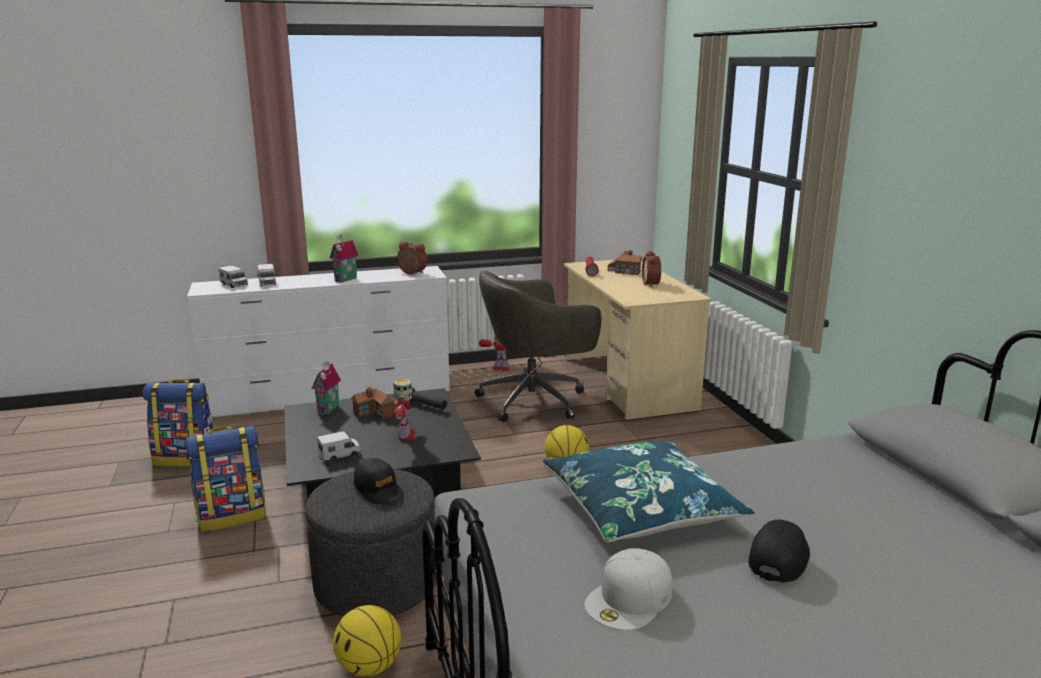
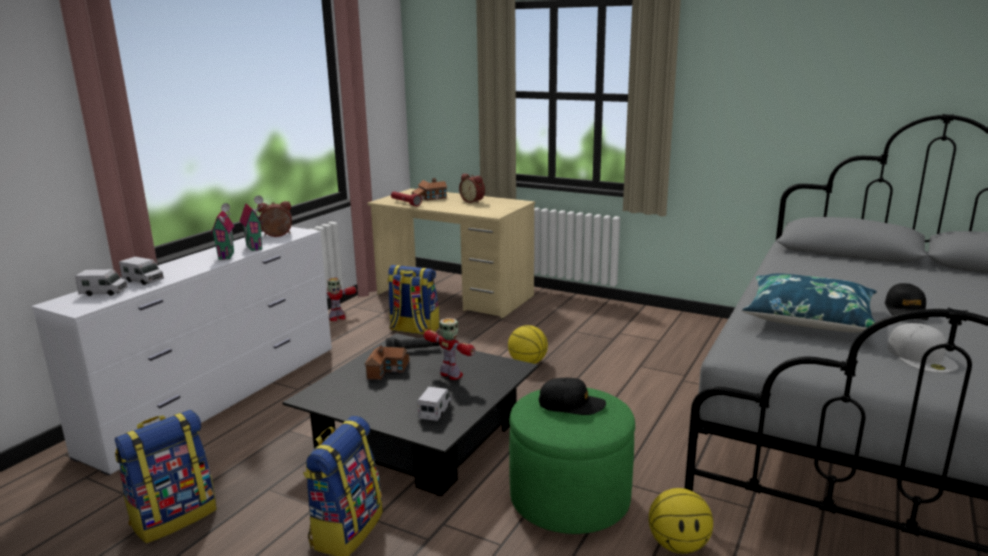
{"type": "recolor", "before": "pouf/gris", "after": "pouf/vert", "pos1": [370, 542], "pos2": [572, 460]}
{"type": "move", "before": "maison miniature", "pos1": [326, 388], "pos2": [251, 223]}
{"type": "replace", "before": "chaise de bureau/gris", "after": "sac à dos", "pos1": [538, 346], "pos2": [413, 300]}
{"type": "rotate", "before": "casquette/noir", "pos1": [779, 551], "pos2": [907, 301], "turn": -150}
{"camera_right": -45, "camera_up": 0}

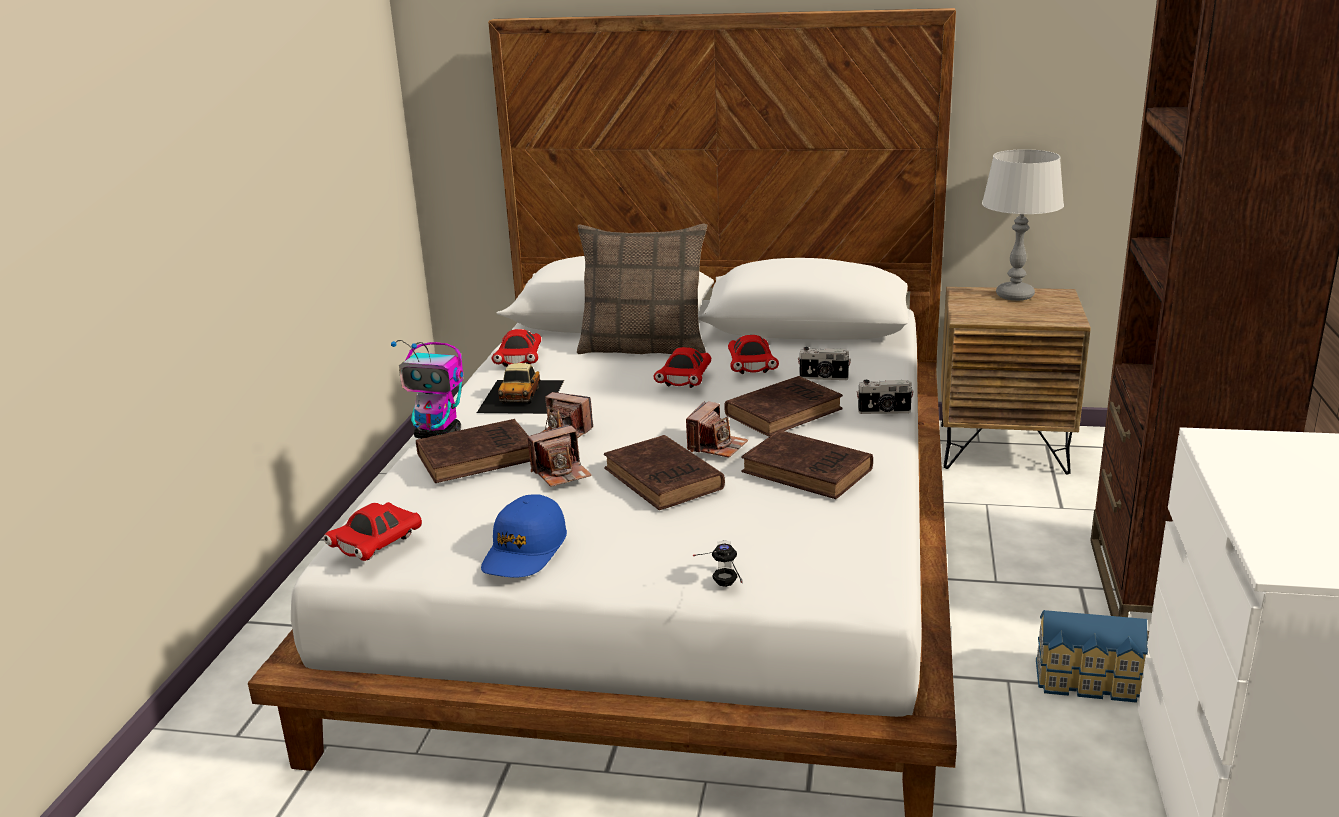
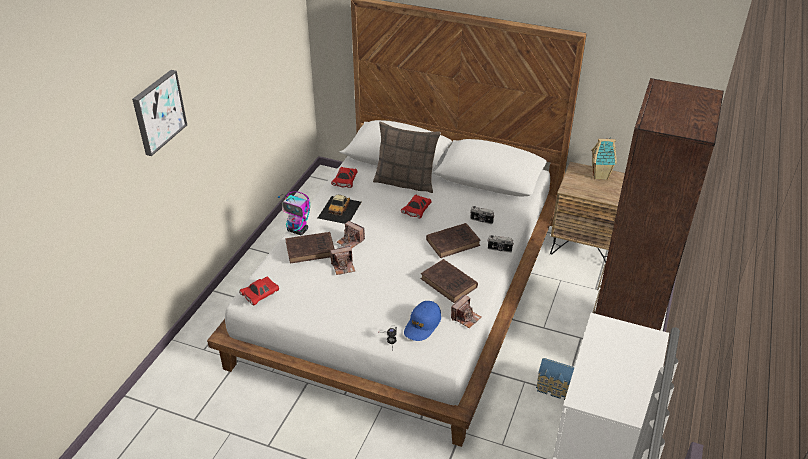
{"type": "move", "before": "casquette/bleu", "pos1": [524, 536], "pos2": [422, 321]}
{"type": "delete", "before": "livre/marron", "pos1": [664, 472]}
{"type": "move", "before": "appareil photo", "pos1": [717, 429], "pos2": [466, 311]}
{"type": "delete", "before": "petite voiture/rouge", "pos1": [753, 354]}
{"type": "replace", "before": "lampe de table/gris", "after": "maison miniature", "pos1": [1023, 225], "pos2": [604, 158]}
{"type": "insert", "after": "tableau", "pos2": [159, 113]}
{"camera_right": 10, "camera_up": 15}

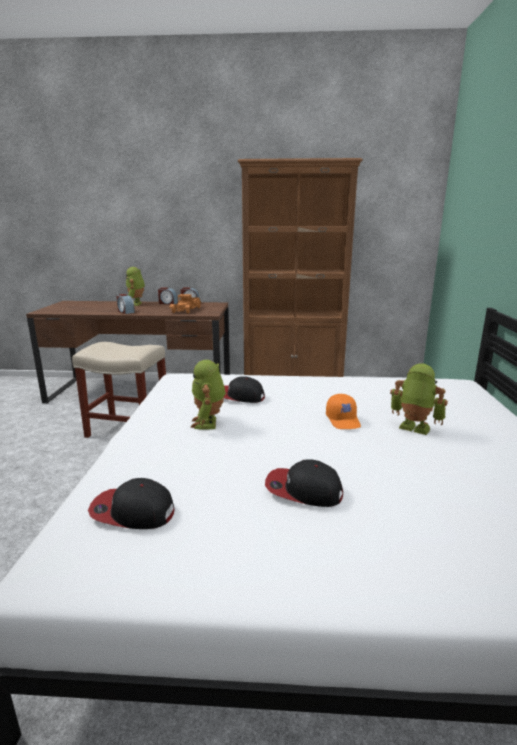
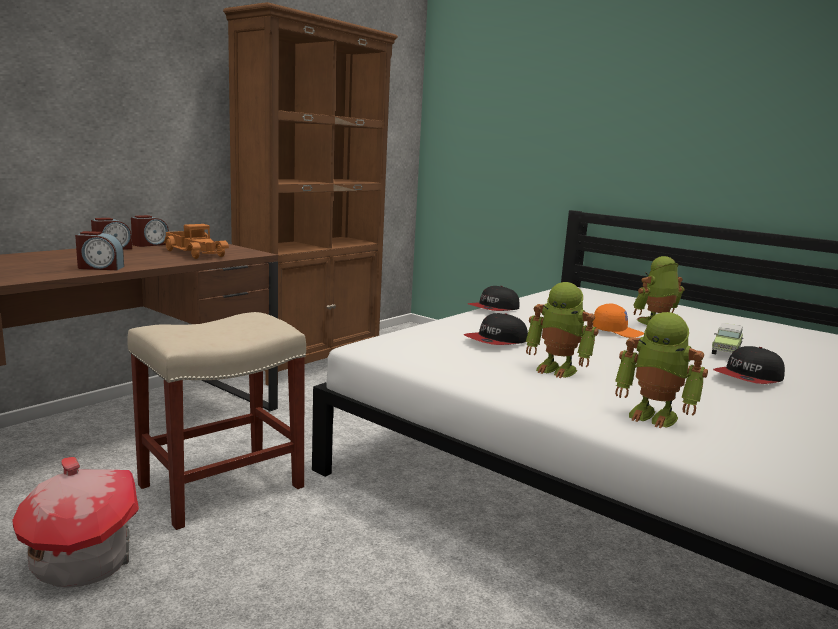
{"type": "move", "before": "casquette", "pos1": [131, 503], "pos2": [493, 298]}
{"type": "move", "before": "robot jouet", "pos1": [135, 286], "pos2": [661, 370]}
{"type": "insert", "after": "maison miniature", "pos2": [75, 522]}
{"type": "insert", "after": "petite voiture", "pos2": [727, 338]}
{"camera_right": -55, "camera_up": -5}

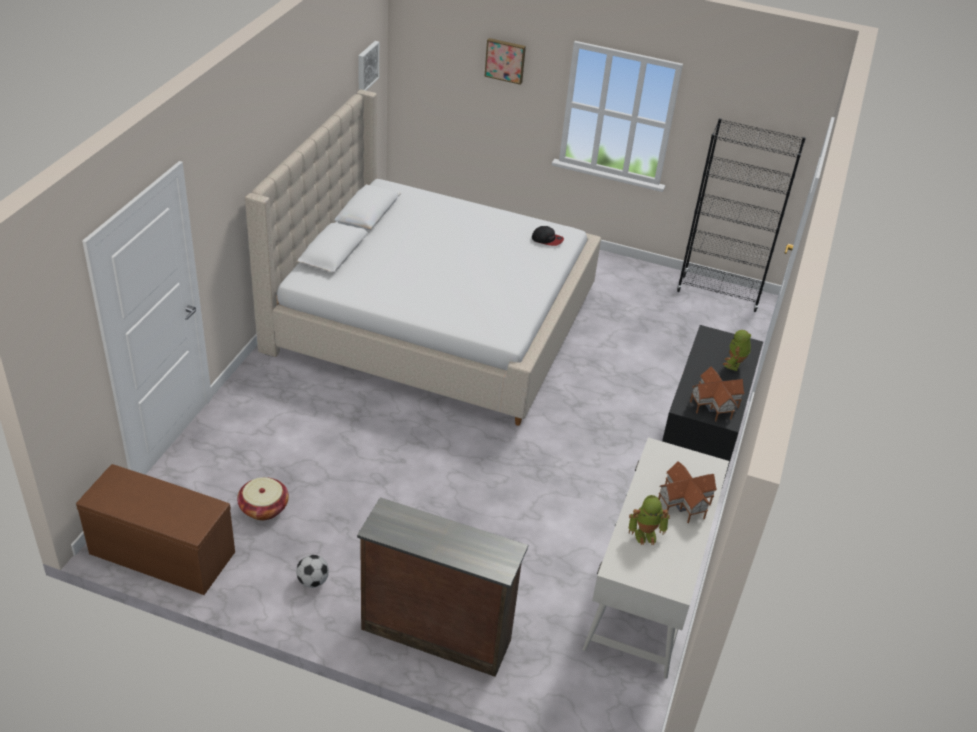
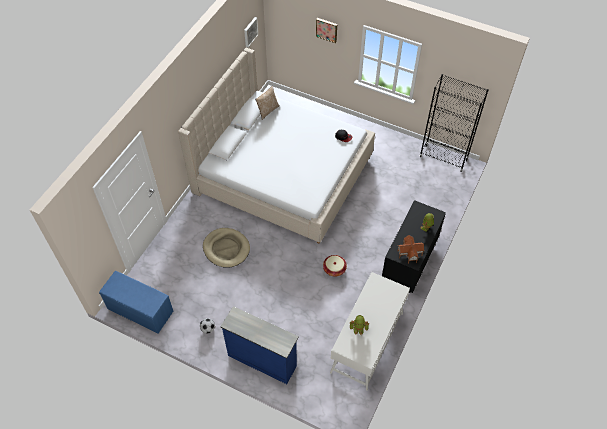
{"type": "recolor", "before": "banc/marron", "after": "banc/bleu", "pos1": [155, 529], "pos2": [136, 302]}
{"type": "move", "before": "panier", "pos1": [263, 498], "pos2": [335, 266]}
{"type": "recolor", "before": "commode/marron", "after": "commode/bleu", "pos1": [442, 587], "pos2": [259, 345]}
{"type": "delete", "before": "maison miniature", "pos1": [687, 492]}
{"type": "insert", "after": "panier pour chien/beige", "pos2": [226, 248]}
{"type": "insert", "after": "coussin", "pos2": [267, 103]}
{"camera_right": 10, "camera_up": 15}

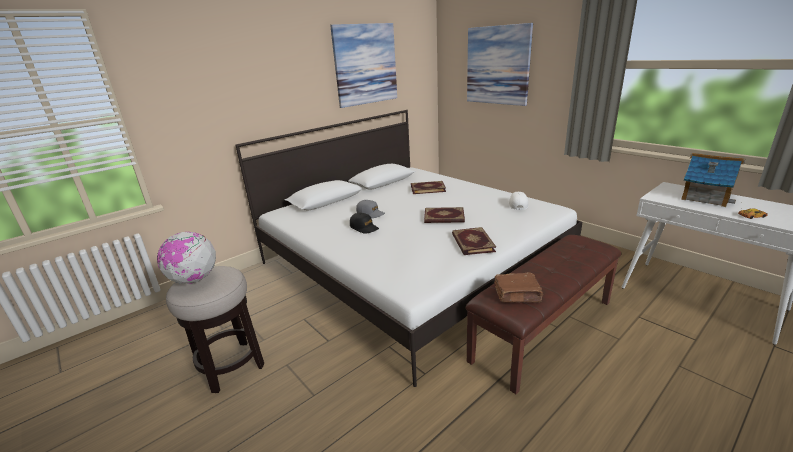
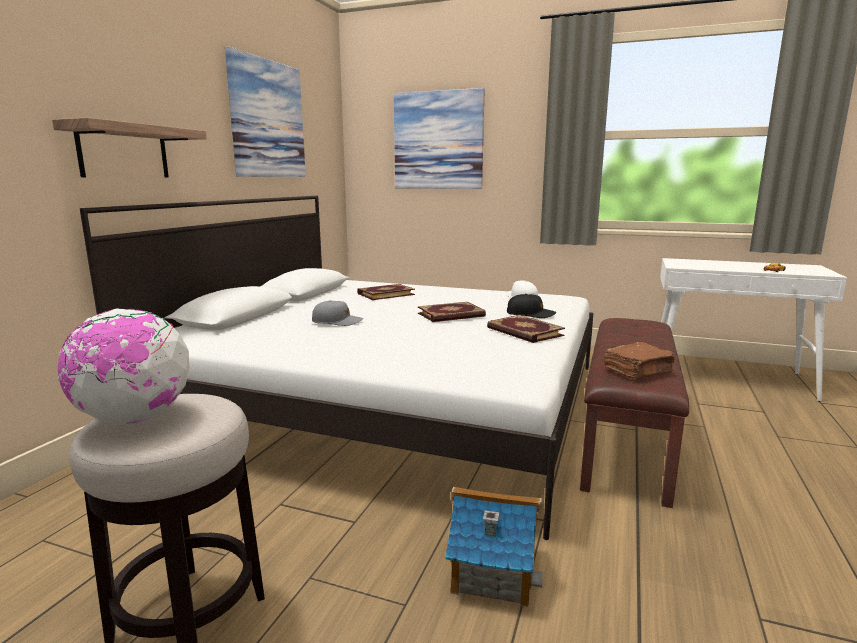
{"type": "move", "before": "casquette/noir", "pos1": [364, 223], "pos2": [531, 306]}
{"type": "move", "before": "maison miniature", "pos1": [713, 180], "pos2": [494, 547]}
{"type": "insert", "after": "étagère", "pos2": [129, 148]}
{"camera_right": -30, "camera_up": -10}

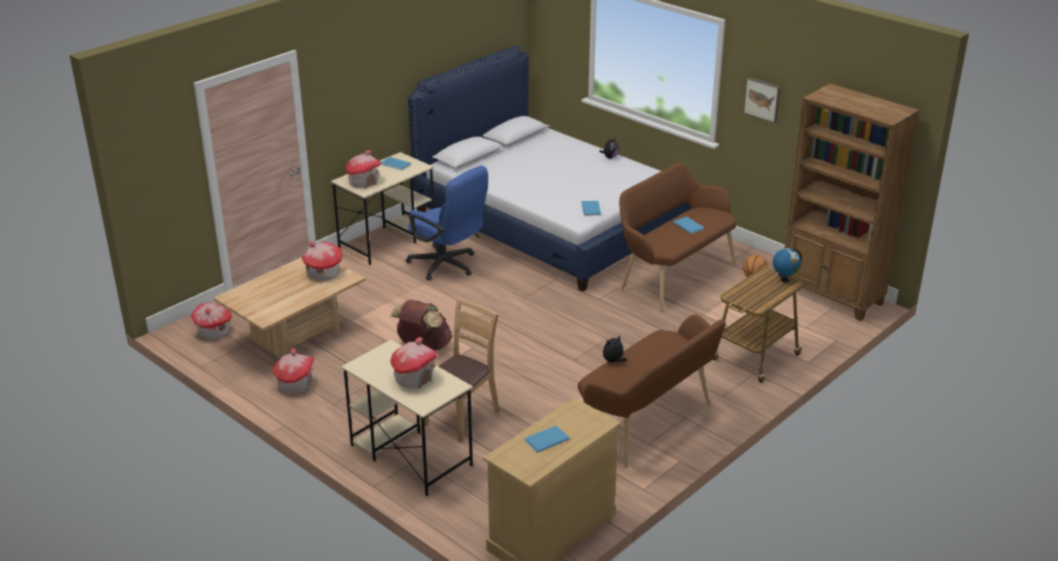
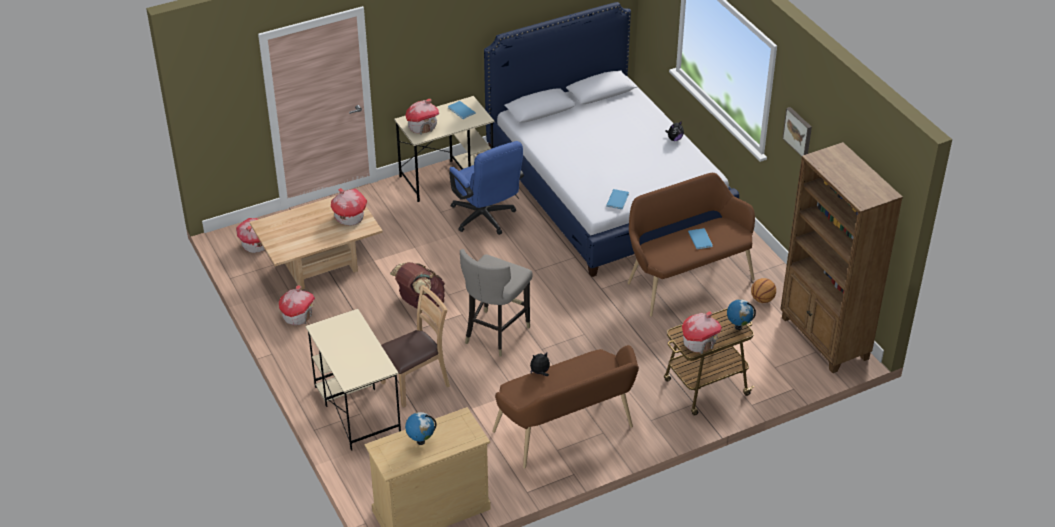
{"type": "move", "before": "maison miniature", "pos1": [413, 362], "pos2": [702, 332]}
{"type": "replace", "before": "livre/bleu", "after": "globe", "pos1": [547, 439], "pos2": [420, 428]}
{"type": "insert", "after": "tabouret/gris", "pos2": [496, 303]}
{"camera_right": 20, "camera_up": 10}

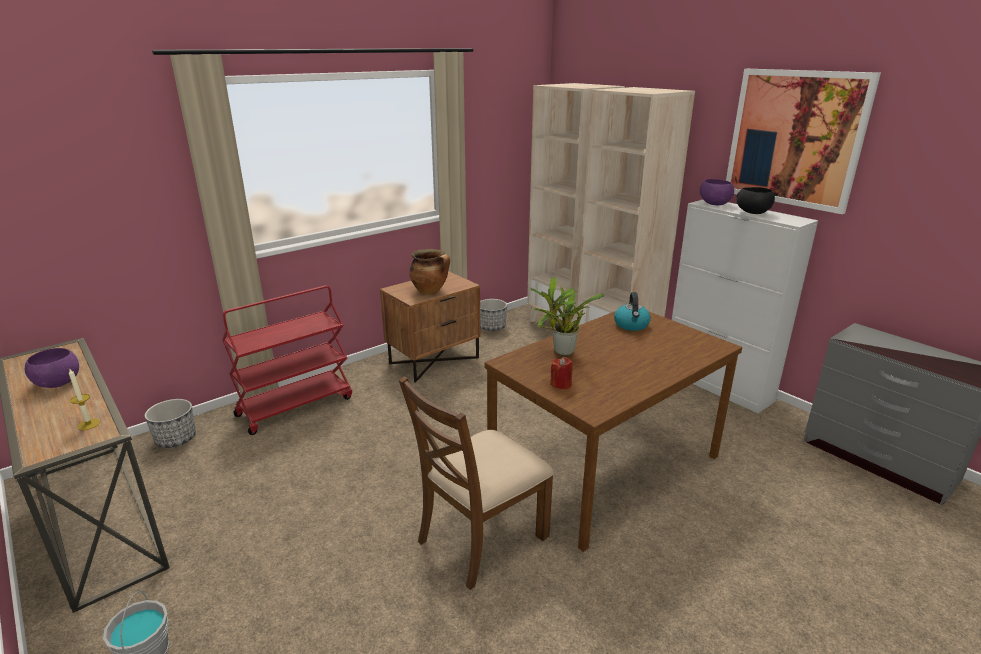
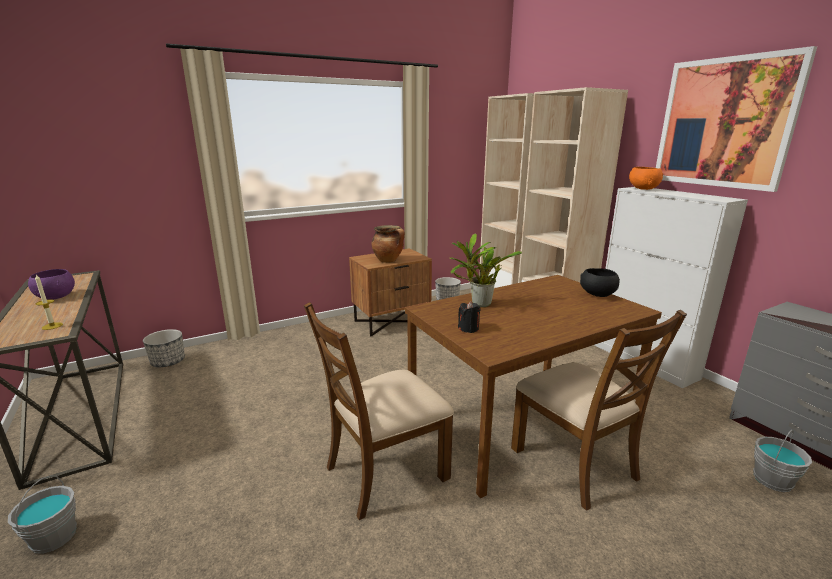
{"type": "delete", "before": "chariot/rouge", "pos1": [287, 360]}
{"type": "recolor", "before": "bougie/rouge", "after": "bougie/noir", "pos1": [561, 373], "pos2": [469, 317]}
{"type": "delete", "before": "bouilloire", "pos1": [632, 311]}
{"type": "recolor", "before": "bol/violet", "after": "bol/orange", "pos1": [717, 192], "pos2": [646, 178]}
{"type": "move", "before": "bol/noir", "pos1": [755, 200], "pos2": [600, 282]}
{"type": "insert", "after": "chaise/marron", "pos2": [599, 410]}
{"type": "insert", "after": "seau/gris", "pos2": [782, 461]}
{"camera_right": 10, "camera_up": -5}

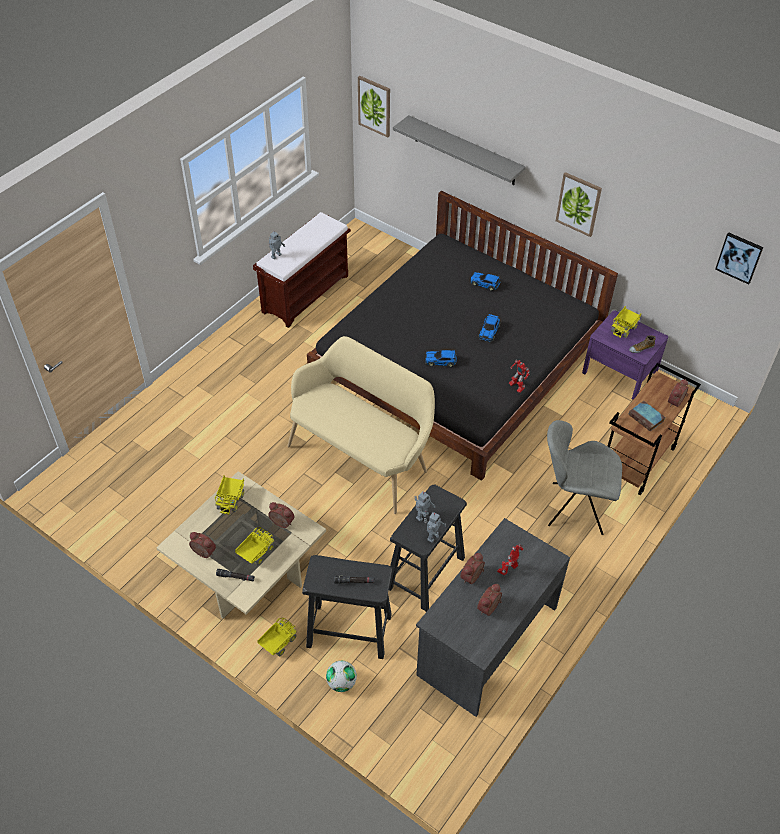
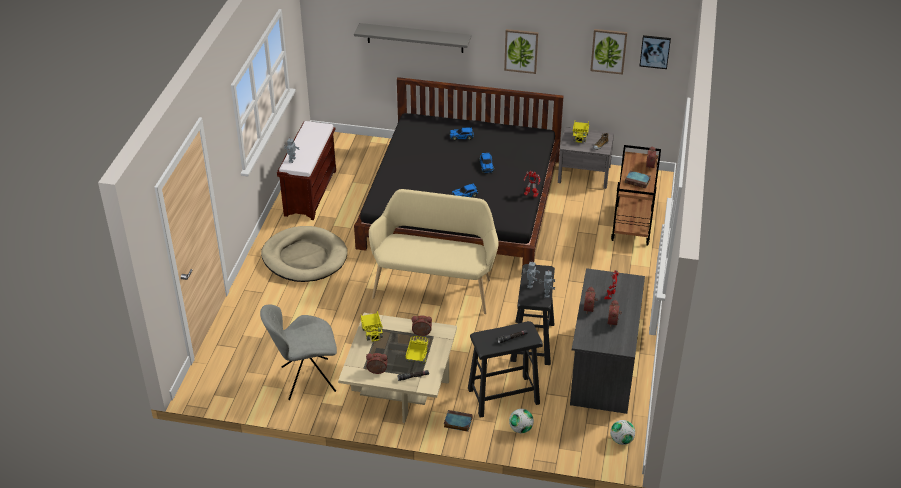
{"type": "replace", "before": "camion jouet", "after": "livre", "pos1": [277, 637], "pos2": [458, 421]}
{"type": "move", "before": "tableau", "pos1": [374, 107], "pos2": [608, 52]}
{"type": "move", "before": "chaise/gris", "pos1": [584, 477], "pos2": [298, 352]}
{"type": "recolor", "before": "table de chevet/violet", "after": "table de chevet/gris", "pos1": [625, 355], "pos2": [586, 158]}
{"type": "insert", "after": "panier pour chien/beige", "pos2": [304, 254]}
{"type": "insert", "after": "ballon de foot", "pos2": [622, 432]}
{"camera_right": -25, "camera_up": -10}

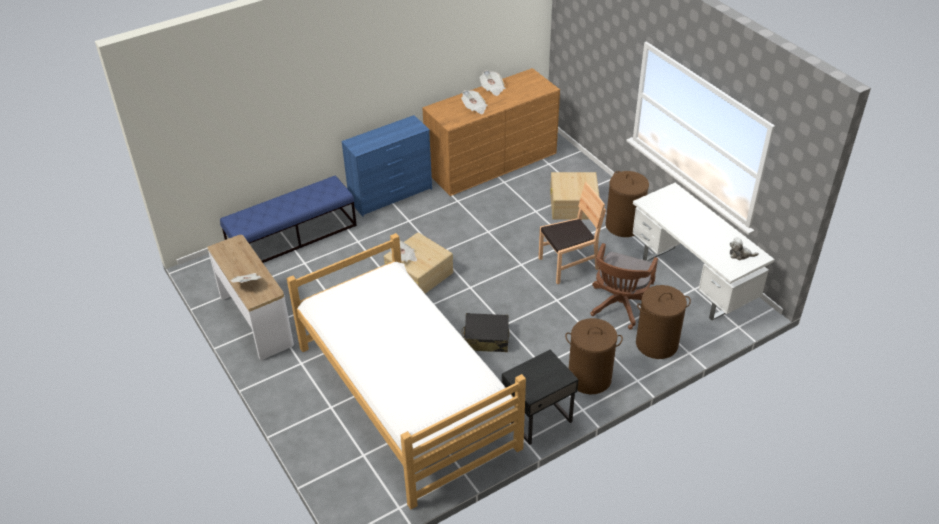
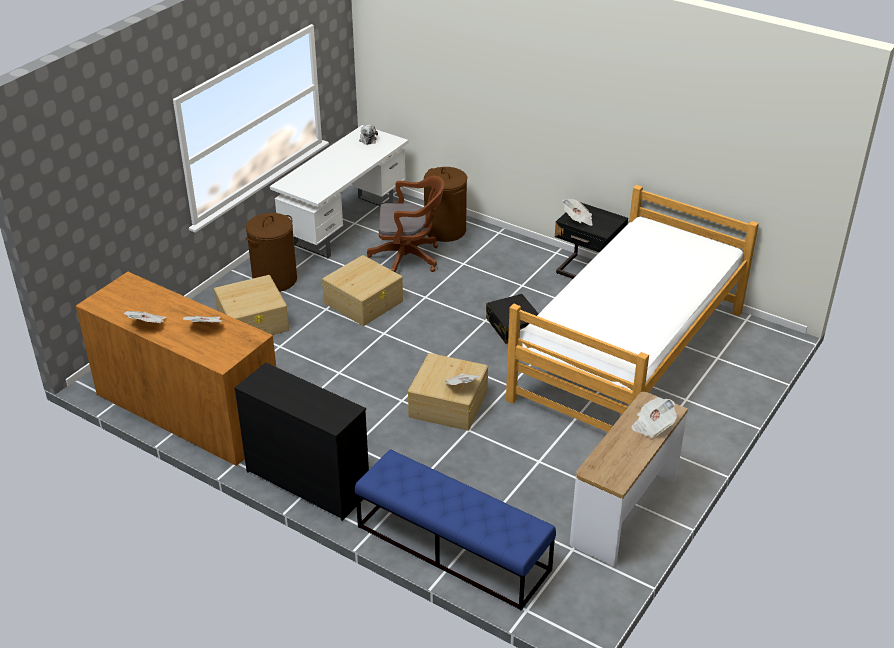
{"type": "recolor", "before": "commode/bleu", "after": "commode/noir", "pos1": [386, 166], "pos2": [301, 441]}
{"type": "replace", "before": "chaise/marron", "after": "boîte de rangement/beige", "pos1": [572, 233], "pos2": [362, 290]}
{"type": "delete", "before": "panier à linge/marron", "pos1": [594, 356]}
{"type": "insert", "after": "journal", "pos2": [577, 212]}
{"camera_right": -115, "camera_up": -5}

